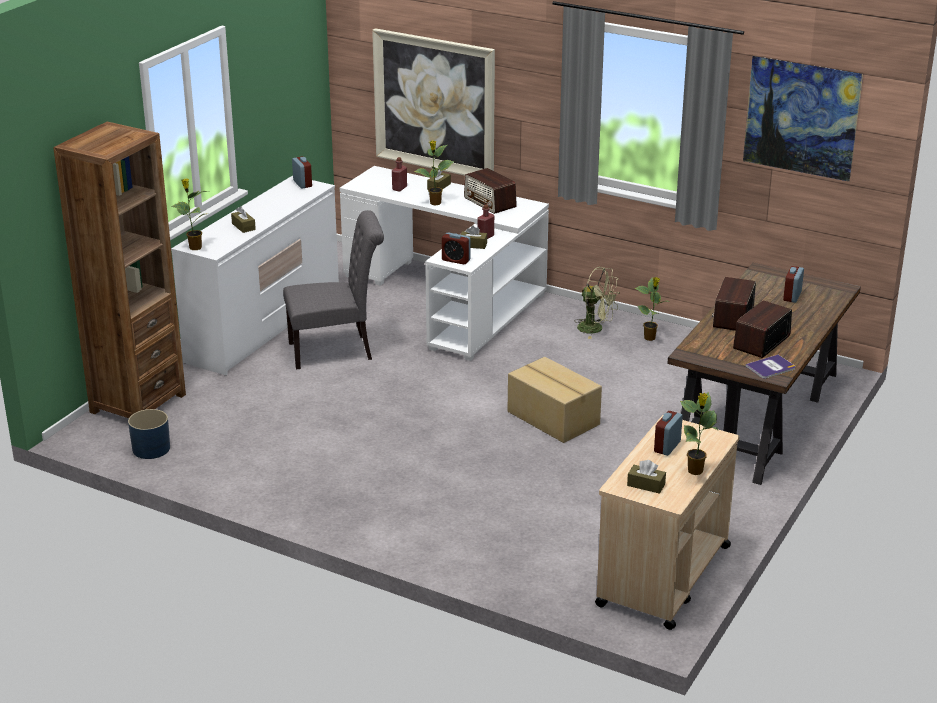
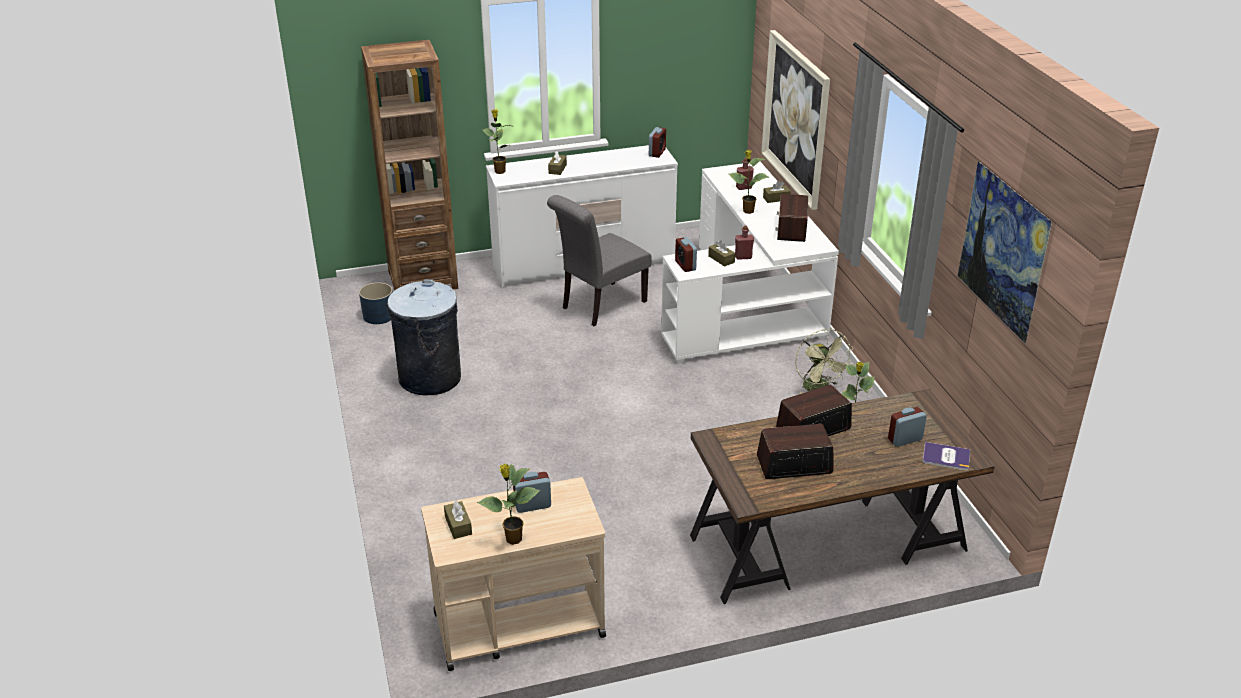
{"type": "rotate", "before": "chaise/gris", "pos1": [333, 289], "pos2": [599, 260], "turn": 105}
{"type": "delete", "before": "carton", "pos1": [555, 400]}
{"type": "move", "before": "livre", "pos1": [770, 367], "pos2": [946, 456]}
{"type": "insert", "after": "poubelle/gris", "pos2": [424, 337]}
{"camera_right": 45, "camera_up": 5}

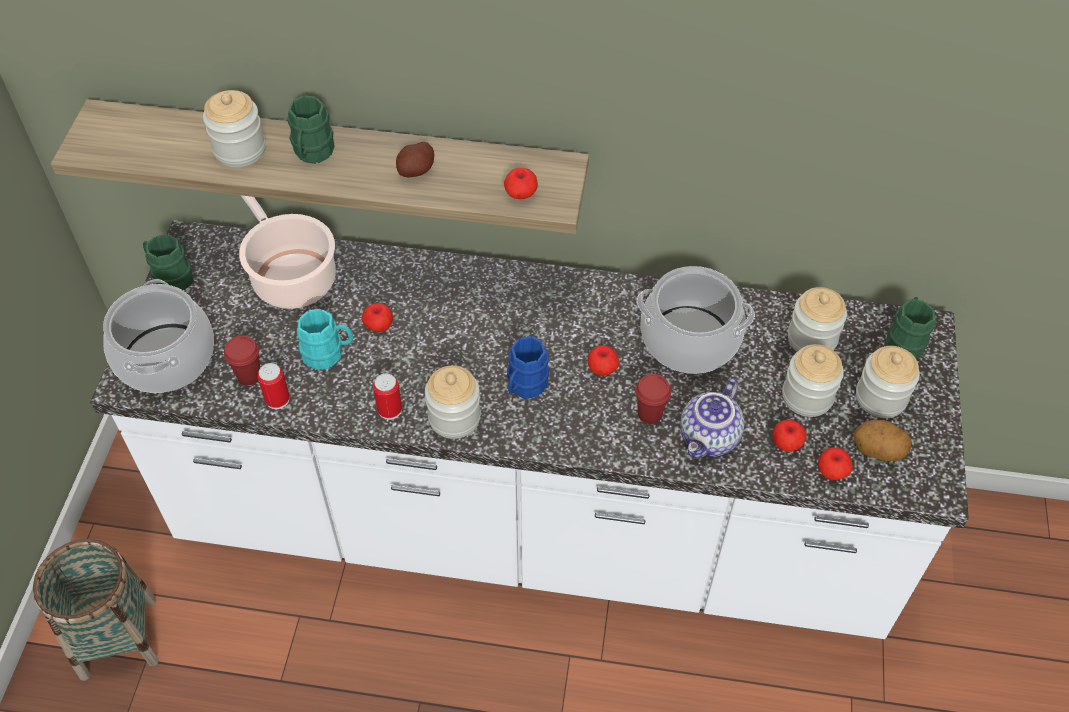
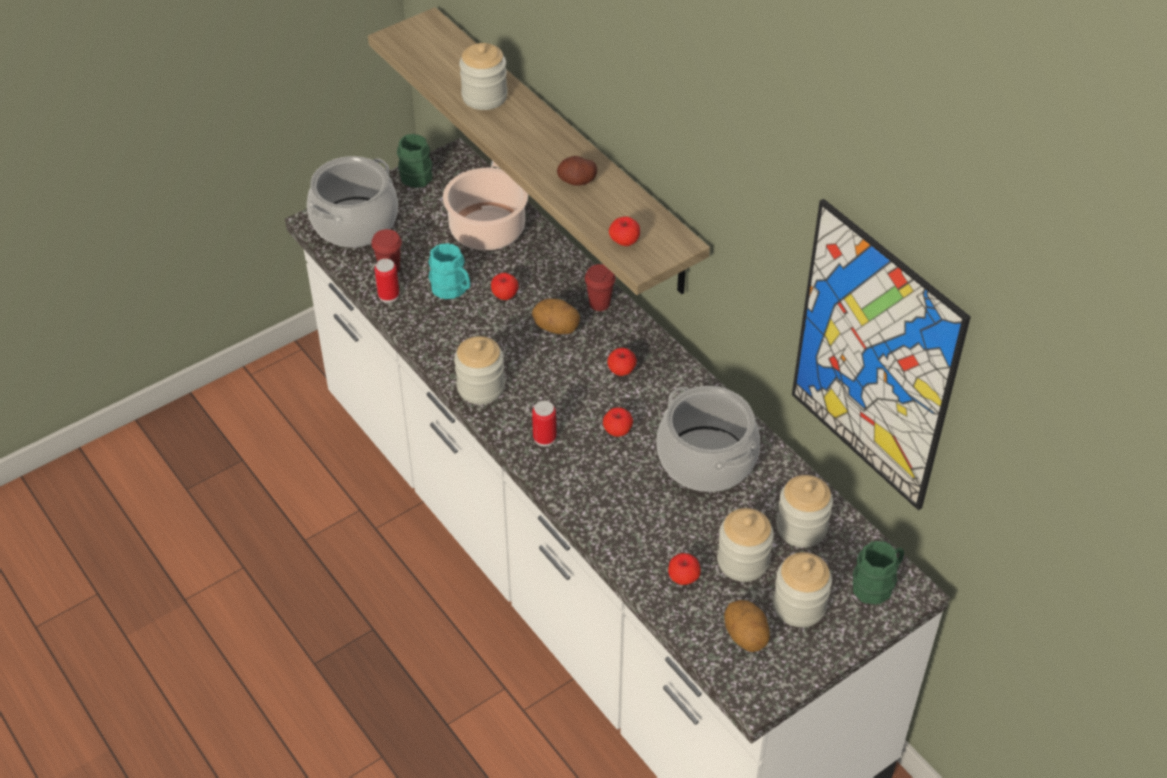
{"type": "delete", "before": "panier", "pos1": [96, 610]}
{"type": "delete", "before": "mug/vert", "pos1": [310, 129]}
{"type": "move", "before": "boîte métallique", "pos1": [387, 396], "pos2": [544, 424]}
{"type": "delete", "before": "mug/bleu", "pos1": [528, 367]}
{"type": "move", "before": "tasse/rouge", "pos1": [653, 399], "pos2": [600, 287]}
{"type": "delete", "before": "théière", "pos1": [712, 418]}
{"type": "move", "before": "pomme", "pos1": [835, 463], "pos2": [622, 362]}
{"type": "insert", "after": "pomme de terre", "pos2": [556, 316]}
{"type": "insert", "after": "tableau", "pos2": [881, 355]}
{"camera_right": 45, "camera_up": -5}

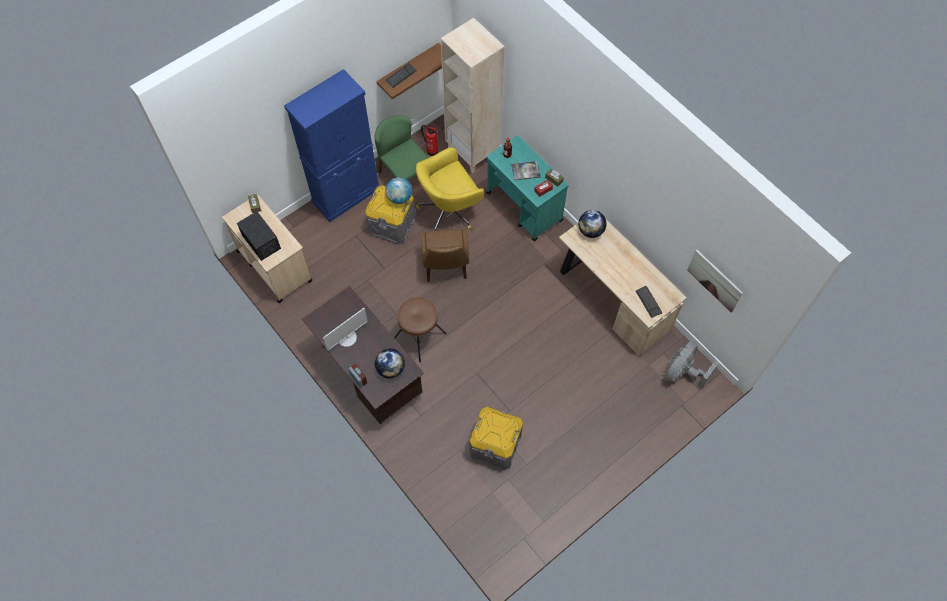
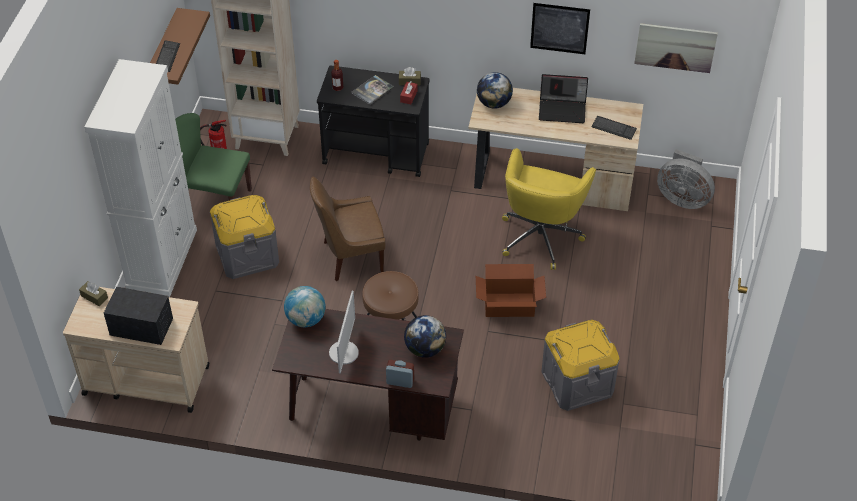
{"type": "recolor", "before": "meuble de rangement/bleu", "after": "meuble de rangement/blanc", "pos1": [332, 145], "pos2": [140, 178]}
{"type": "move", "before": "globe", "pos1": [398, 190], "pos2": [305, 306]}
{"type": "move", "before": "chaise de bureau/jaune", "pos1": [450, 189], "pos2": [549, 209]}
{"type": "rotate", "before": "chaise/marron", "pos1": [444, 255], "pos2": [347, 228], "turn": 120}
{"type": "recolor", "before": "chariot/turquoise", "after": "chariot/noir", "pos1": [527, 188], "pos2": [373, 121]}
{"type": "rotate", "before": "ventilateur/gris", "pos1": [692, 364], "pos2": [686, 179], "turn": -60}
{"type": "insert", "after": "carton", "pos2": [511, 290]}
{"type": "insert", "after": "tableau", "pos2": [560, 28]}
{"type": "insert", "after": "ordinateur portable", "pos2": [563, 98]}
{"camera_right": -40, "camera_up": -15}

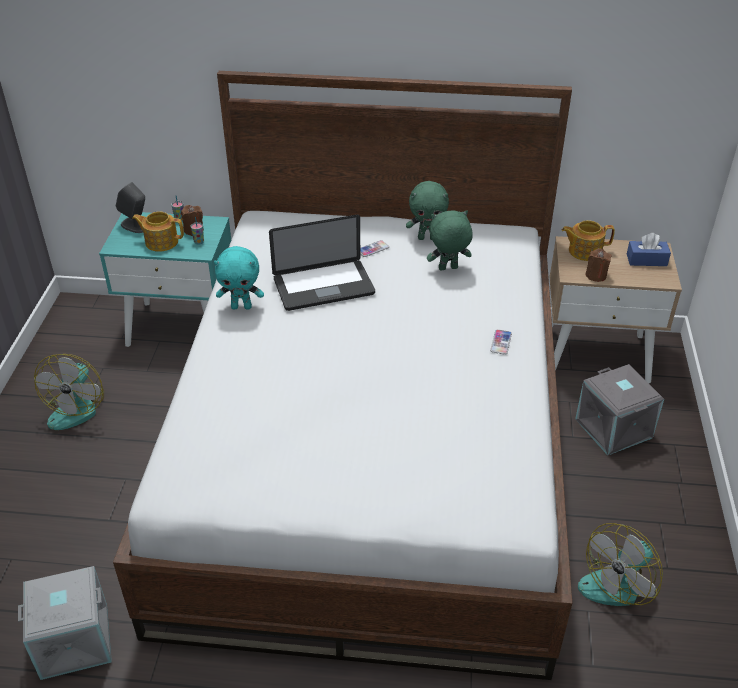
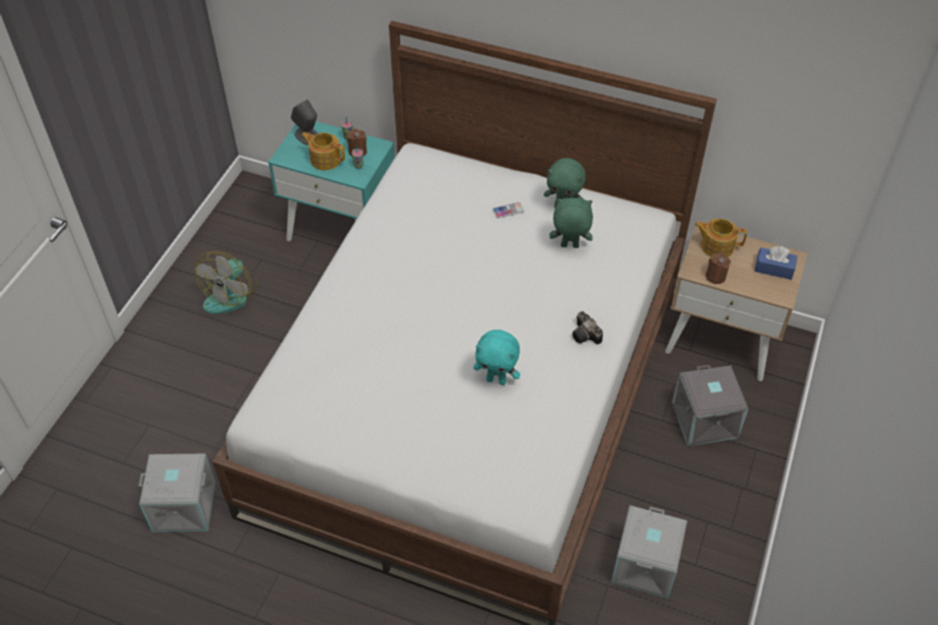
{"type": "move", "before": "peluche/turquoise", "pos1": [239, 277], "pos2": [496, 357]}
{"type": "delete", "before": "ordinateur portable", "pos1": [322, 263]}
{"type": "replace", "before": "téléphone", "after": "appareil photo", "pos1": [501, 342], "pos2": [587, 327]}
{"type": "replace", "before": "ventilateur", "after": "boîte de rangement/gris", "pos1": [620, 564], "pos2": [649, 552]}
{"camera_right": 15, "camera_up": 10}

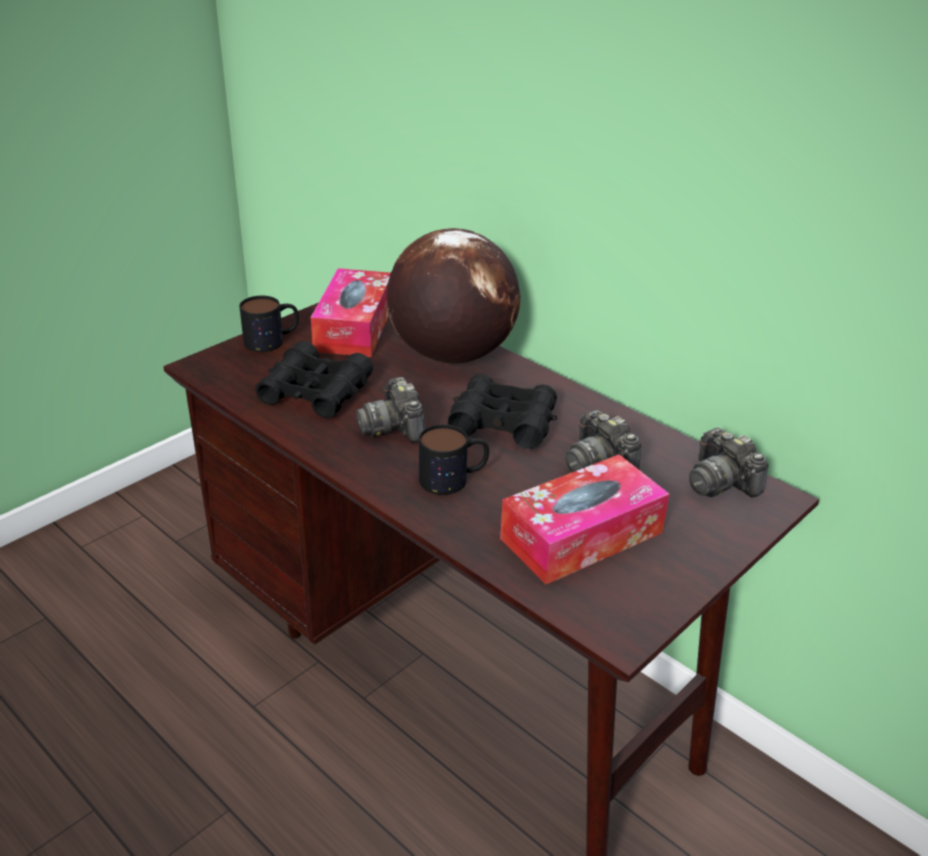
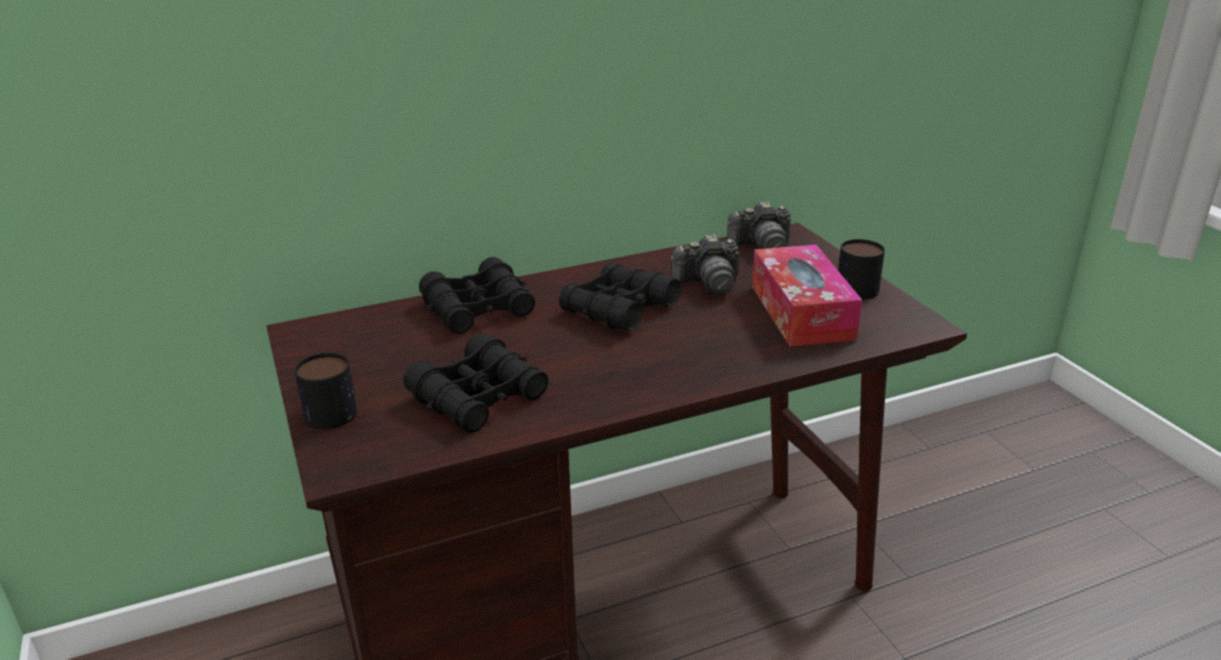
{"type": "delete", "before": "boîte à mouchoirs", "pos1": [350, 312]}
{"type": "delete", "before": "appareil photo", "pos1": [390, 410]}
{"type": "replace", "before": "globe", "after": "jumelles/noir", "pos1": [453, 296], "pos2": [477, 295]}
{"type": "move", "before": "mug", "pos1": [454, 459], "pos2": [861, 269]}
{"camera_right": -65, "camera_up": -5}

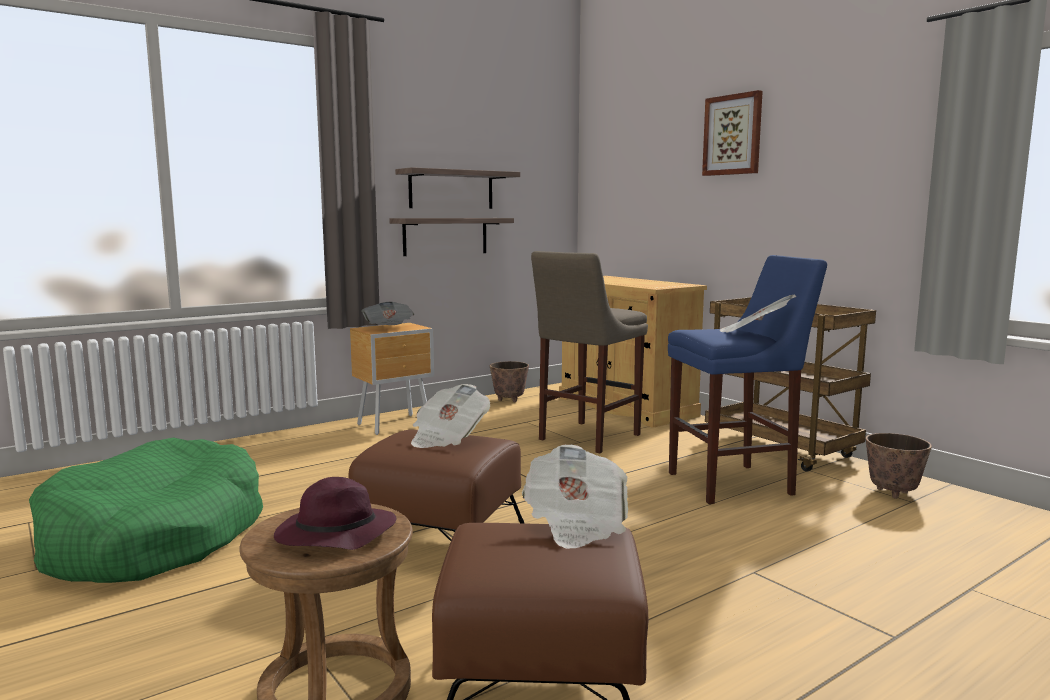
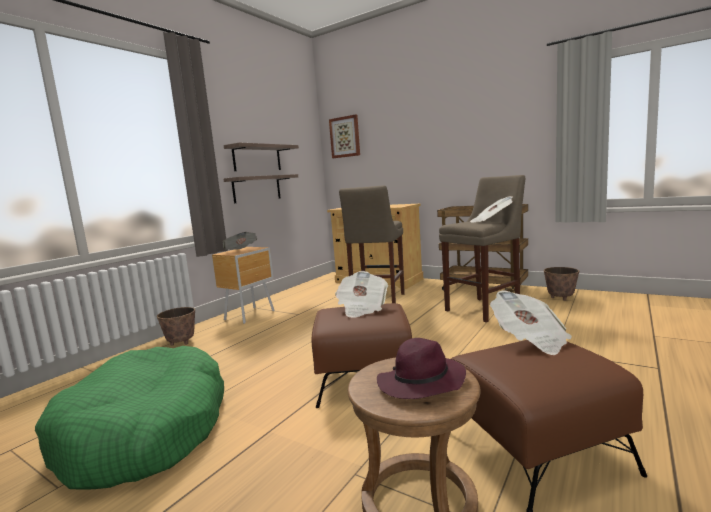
{"type": "move", "before": "cache-pot", "pos1": [509, 381], "pos2": [176, 326]}
{"type": "recolor", "before": "tabouret/bleu", "after": "tabouret/beige", "pos1": [747, 379], "pos2": [482, 248]}
{"type": "move", "before": "tableau", "pos1": [732, 133], "pos2": [344, 136]}
{"camera_right": -20, "camera_up": 0}

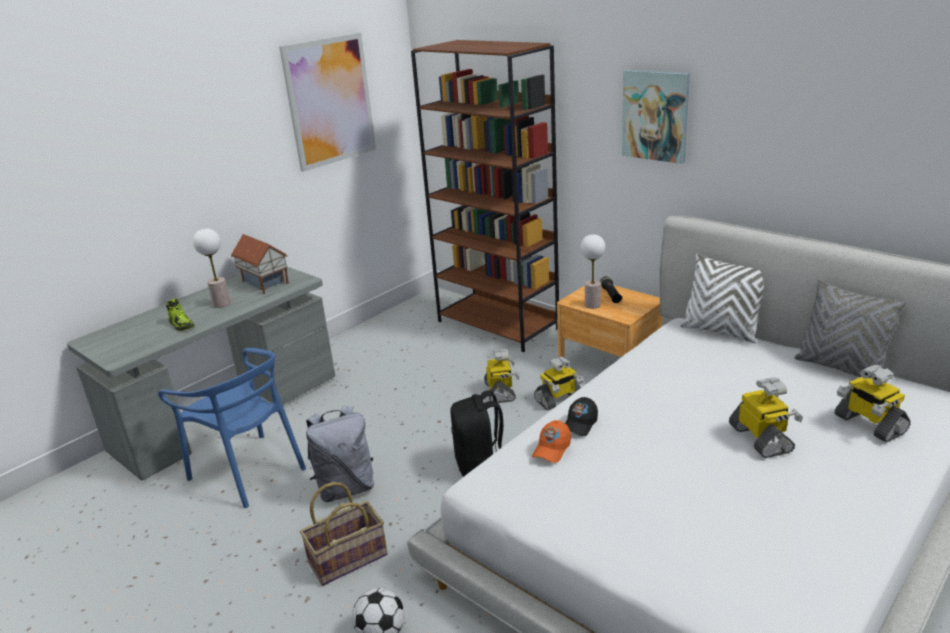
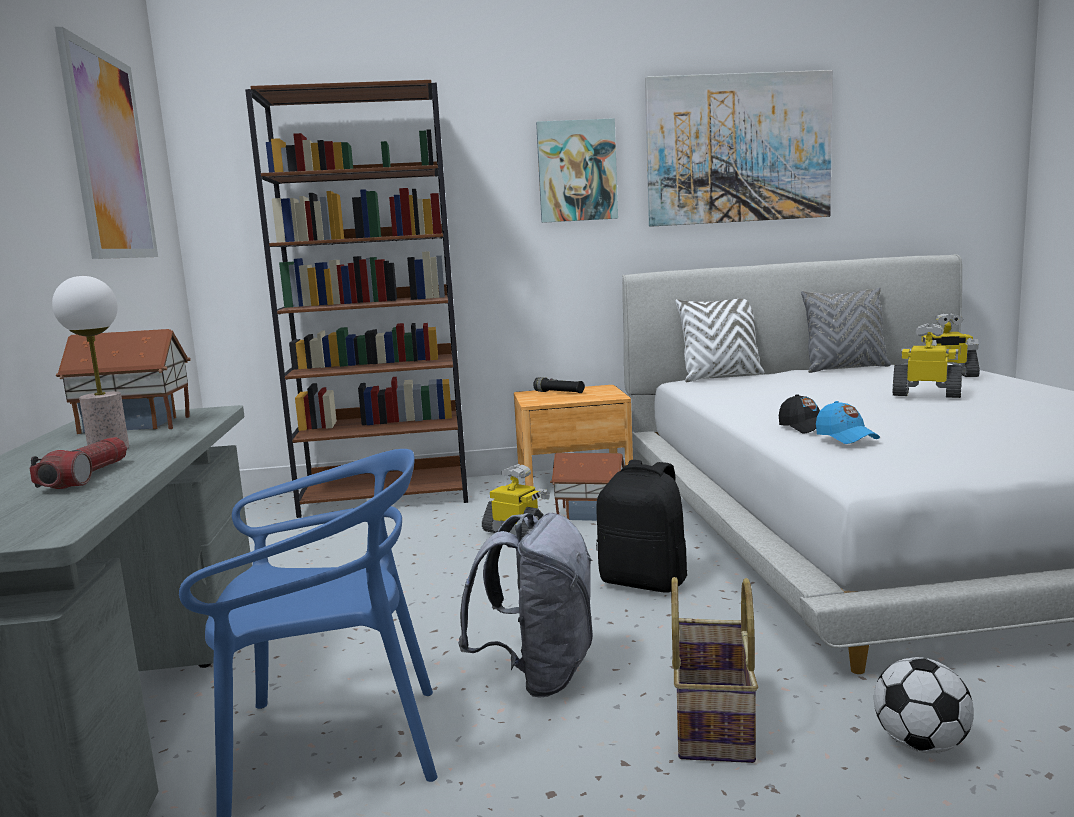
{"type": "replace", "before": "chaussure", "after": "lampe de poche", "pos1": [180, 314], "pos2": [78, 463]}
{"type": "recolor", "before": "casquette/orange", "after": "casquette/bleu", "pos1": [551, 441], "pos2": [848, 422]}
{"type": "replace", "before": "robot jouet", "after": "maison miniature", "pos1": [559, 383], "pos2": [587, 487]}
{"type": "delete", "before": "lampe de table", "pos1": [592, 271]}
{"type": "insert", "after": "tableau", "pos2": [739, 148]}
{"camera_right": -50, "camera_up": -15}

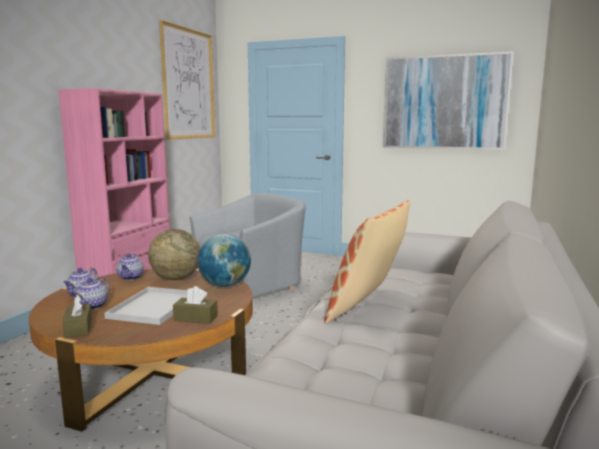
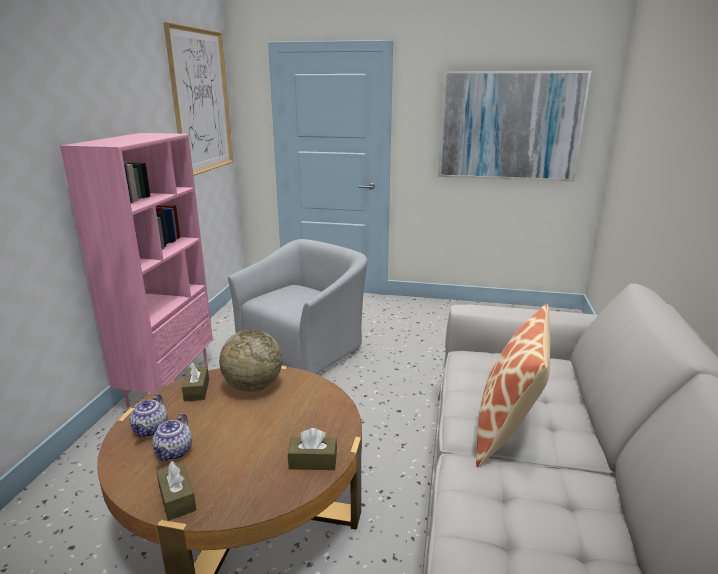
{"type": "delete", "before": "plateau/blanc", "pos1": [145, 306]}
{"type": "replace", "before": "théière", "after": "boîte à mouchoirs/marron", "pos1": [130, 267], "pos2": [195, 382]}
{"type": "delete", "before": "globe", "pos1": [224, 260]}
{"camera_right": -10, "camera_up": 10}

